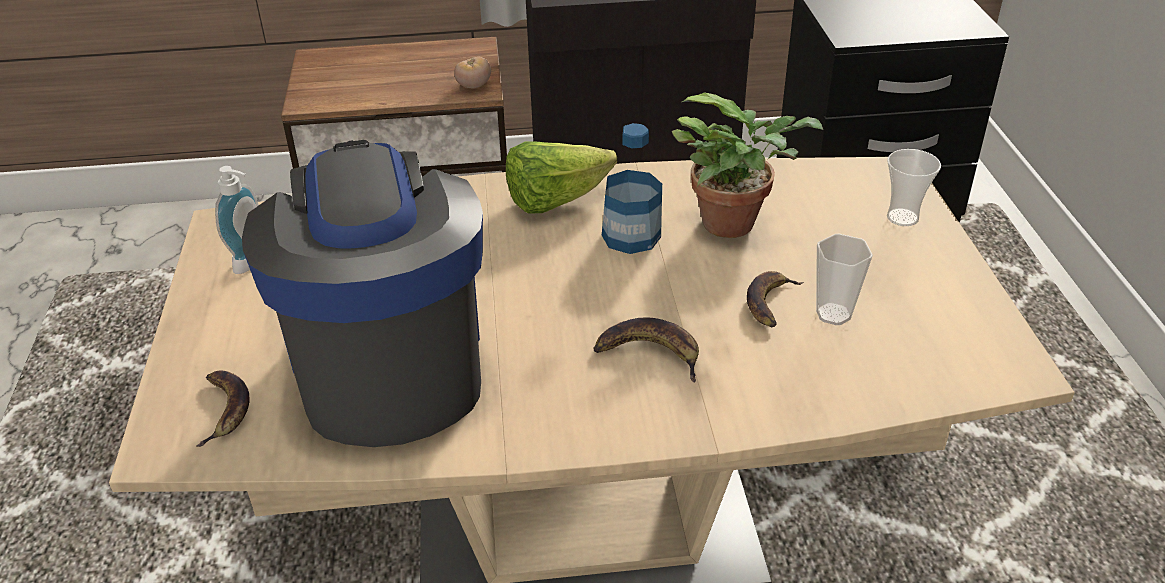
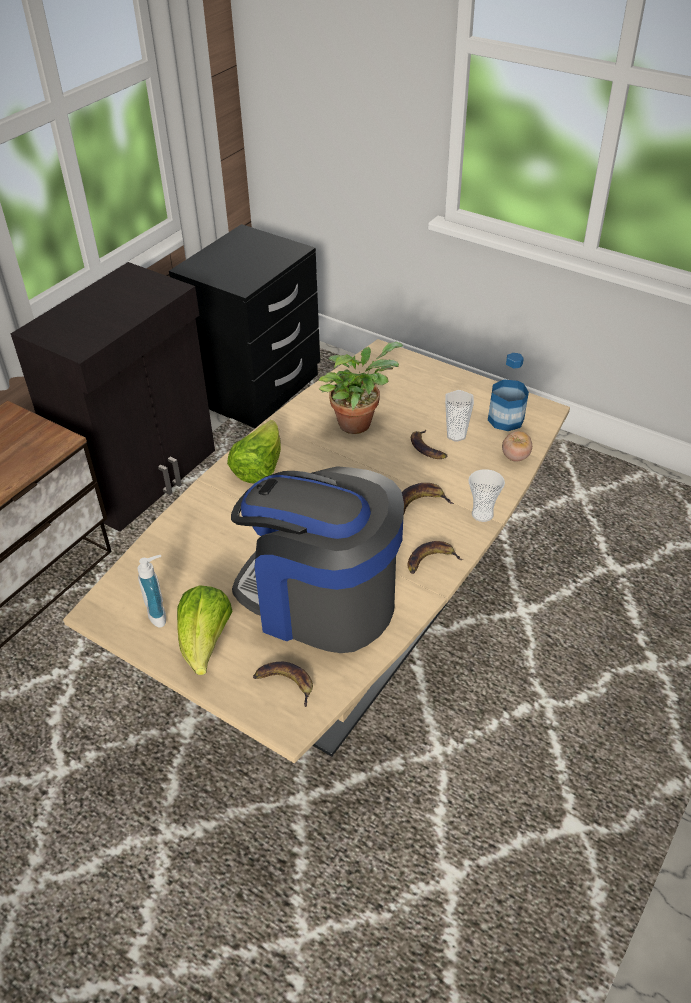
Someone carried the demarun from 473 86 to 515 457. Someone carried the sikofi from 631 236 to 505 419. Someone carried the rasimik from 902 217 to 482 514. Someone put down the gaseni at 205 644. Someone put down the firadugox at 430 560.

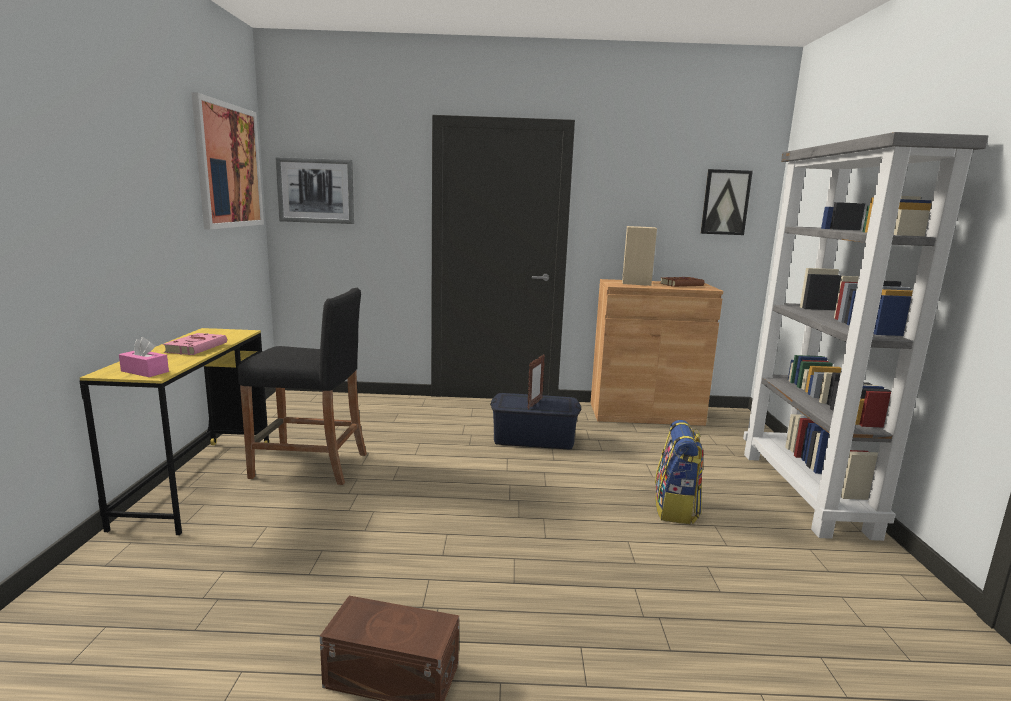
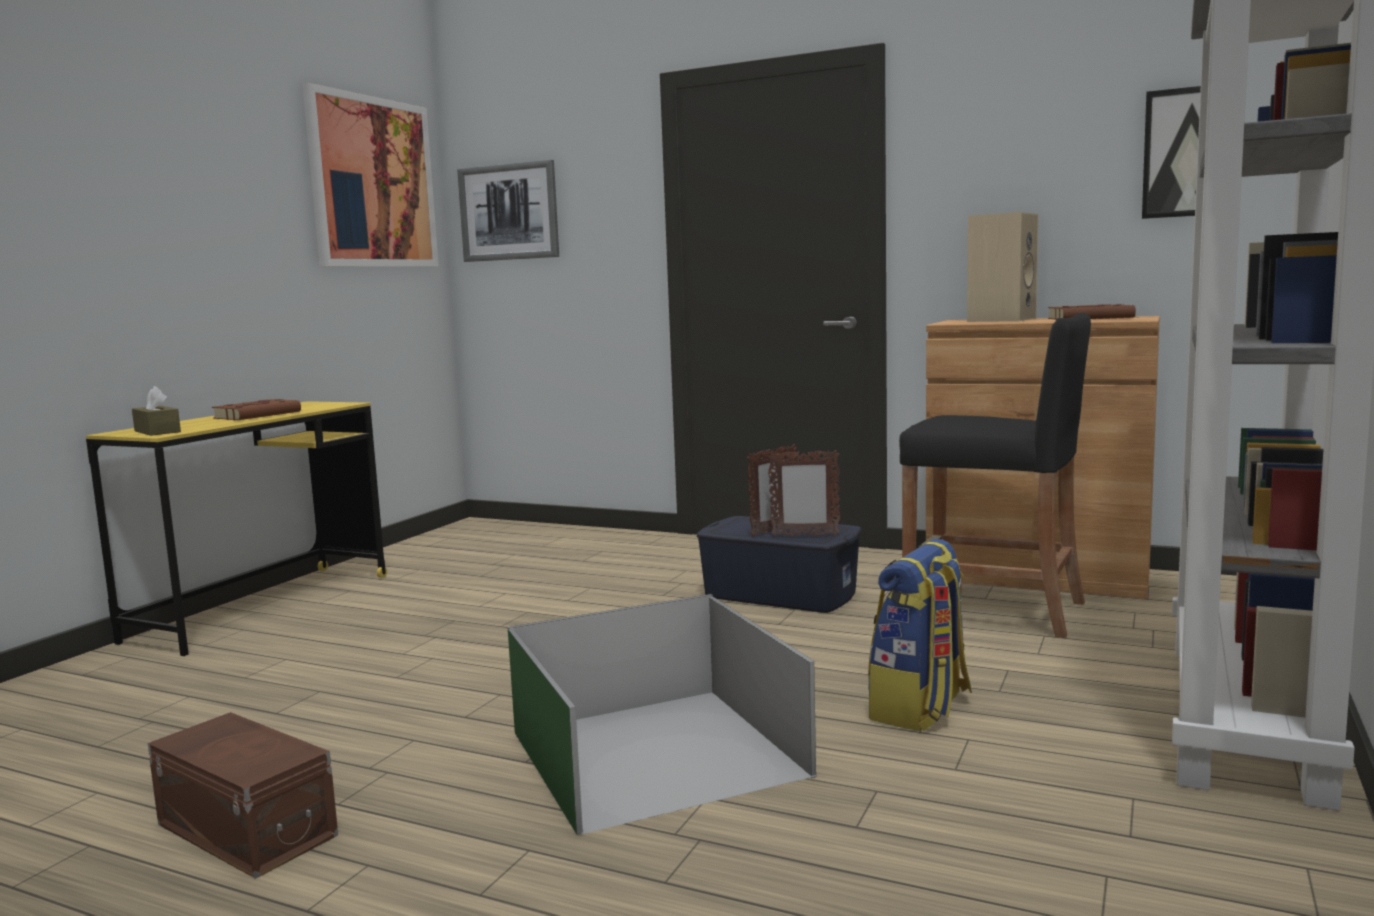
Someone repainted the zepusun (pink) at 145 371, which became the zepusun (brown) at 157 431. Someone repainted the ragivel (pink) at 197 347, which became the ragivel (brown) at 259 415. Someone carried the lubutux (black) from 310 465 to 994 610. Someone put down the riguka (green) at 652 754. Someone put down the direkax at 804 536.

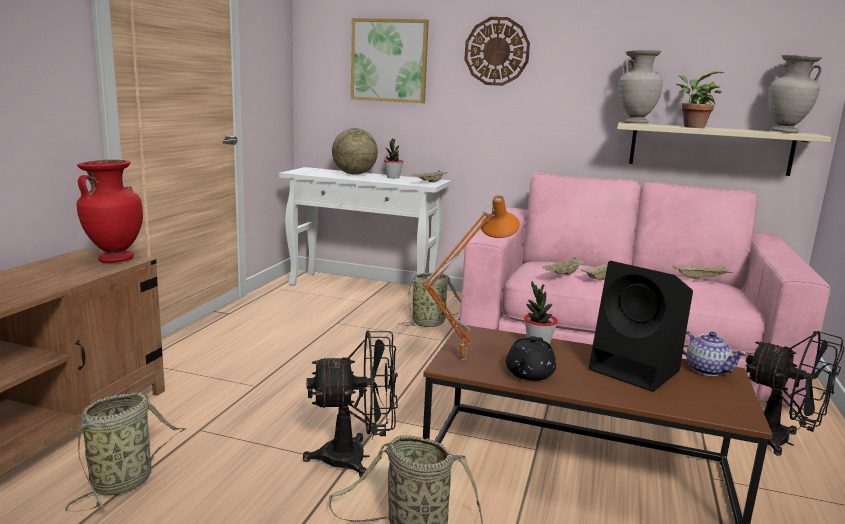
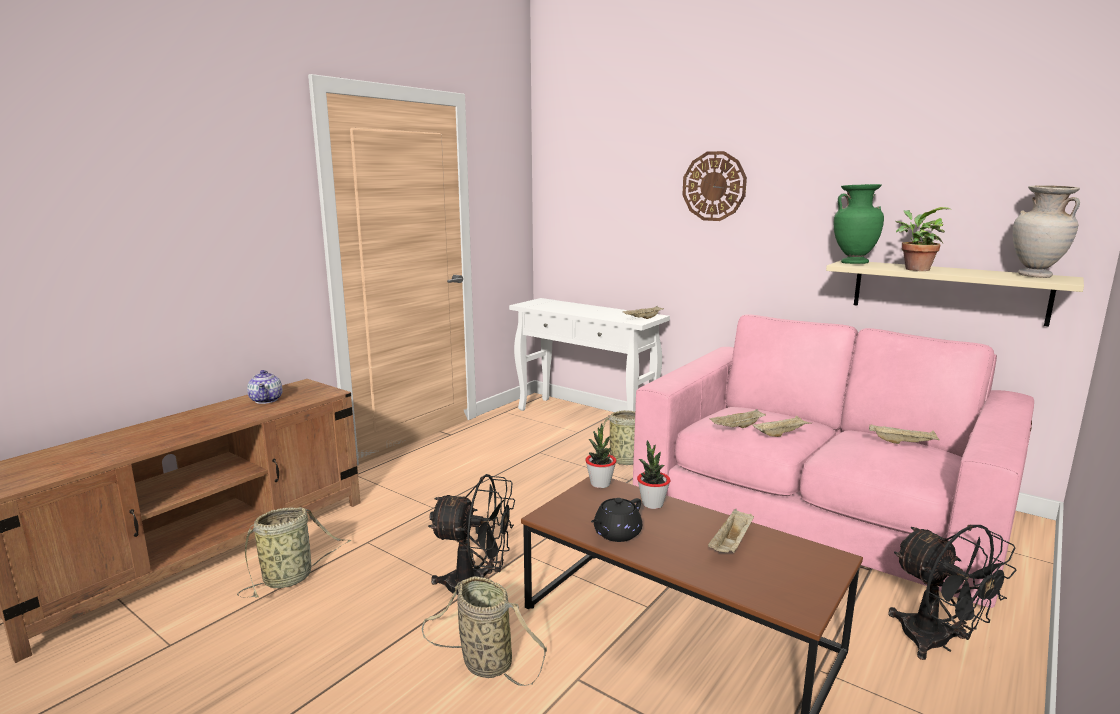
Someone took away the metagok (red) at 114 259. Someone took away the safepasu at 354 174. Someone took away the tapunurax at 389 60. Someone carried the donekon from 393 177 to 600 484. Someone took away the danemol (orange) at 461 358. Someone swapped the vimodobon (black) at 636 371 for the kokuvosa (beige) at 731 544. Someone repainted the metagok (beige) at 635 123, which became the metagok (green) at 853 263. Someone carried the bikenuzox from 706 370 to 266 400.

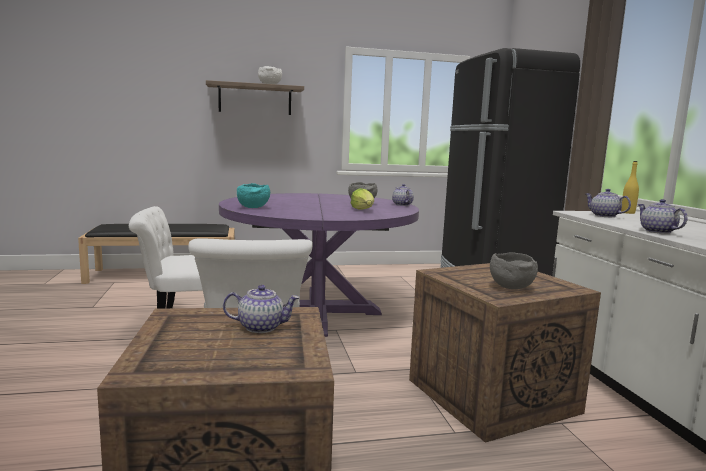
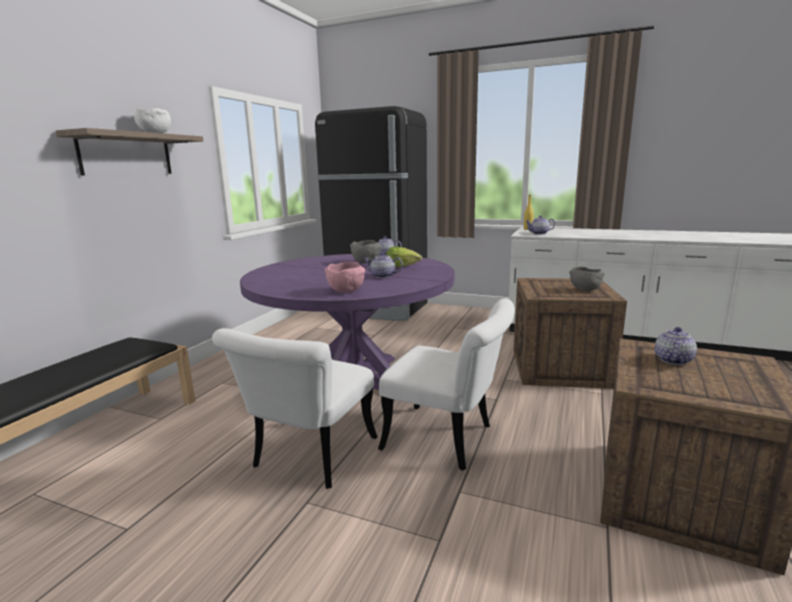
Someone repainted the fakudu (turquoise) at 253 208, which became the fakudu (pink) at 347 291. Someone carried the bikenuzox from 657 231 to 382 276.

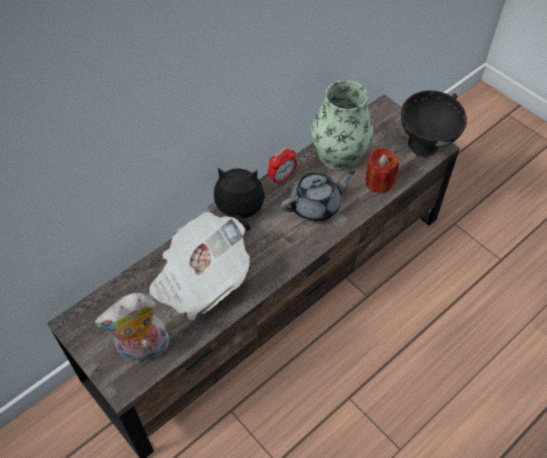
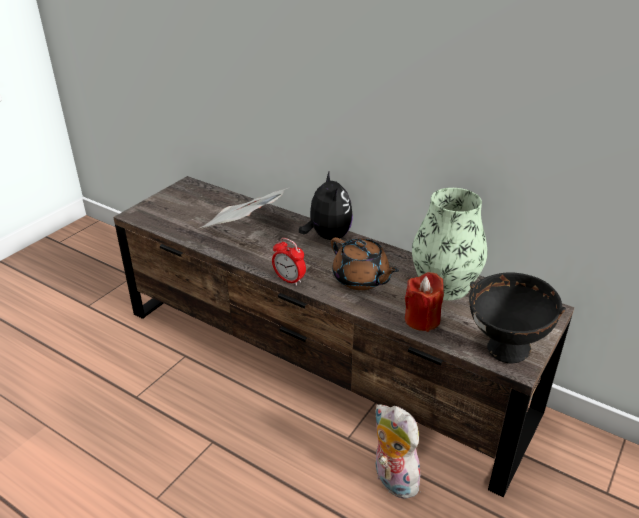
Someone carried the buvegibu from 143 350 to 392 480. Someone carried the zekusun from 282 178 to 289 280. Someone repainted the bikenuzox (grey) at 316 206, which became the bikenuzox (brown) at 361 279.

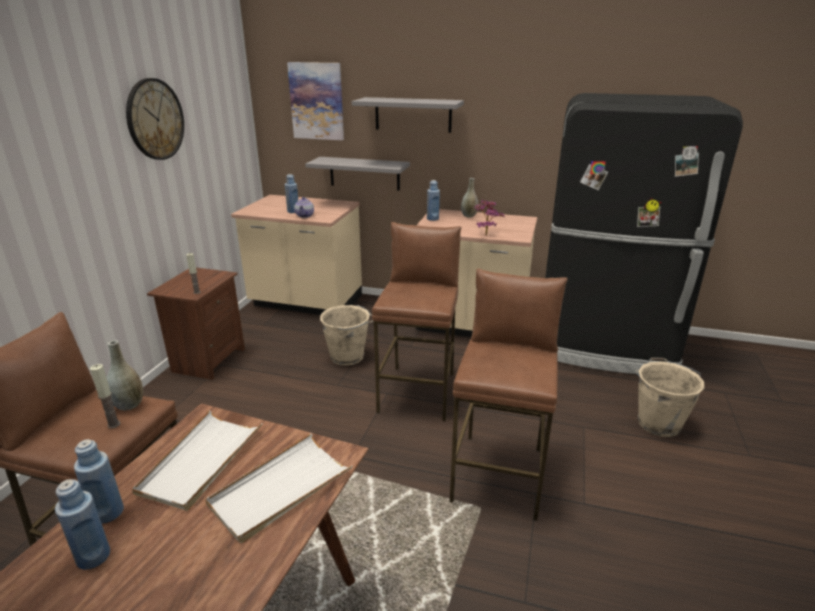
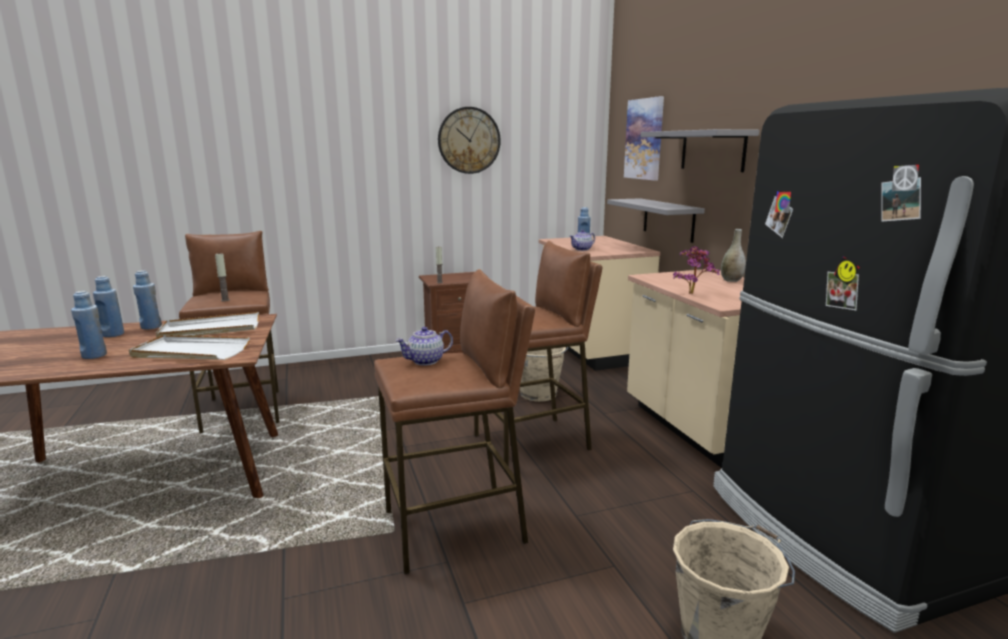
Someone took away the metagok (grey) at 129 405. Someone carried the sikofi (blue) from 432 219 to 94 355. Someone put down the bikenuzox at 426 361.

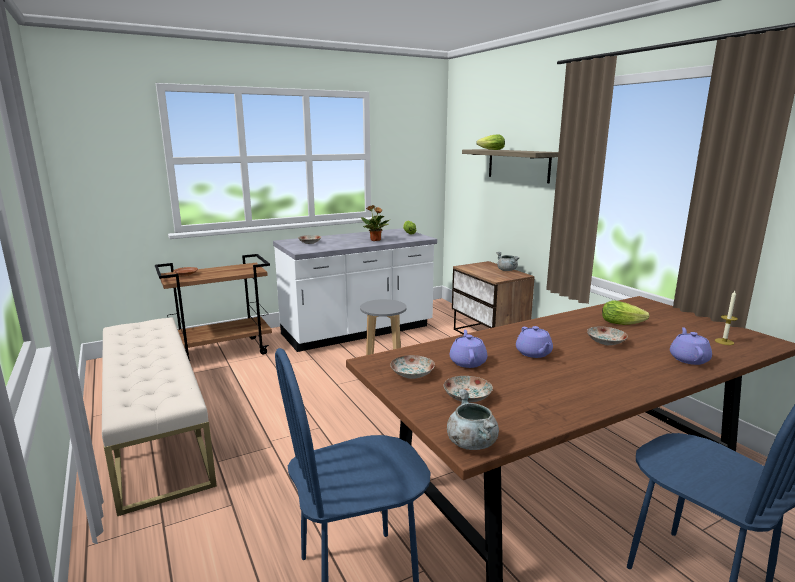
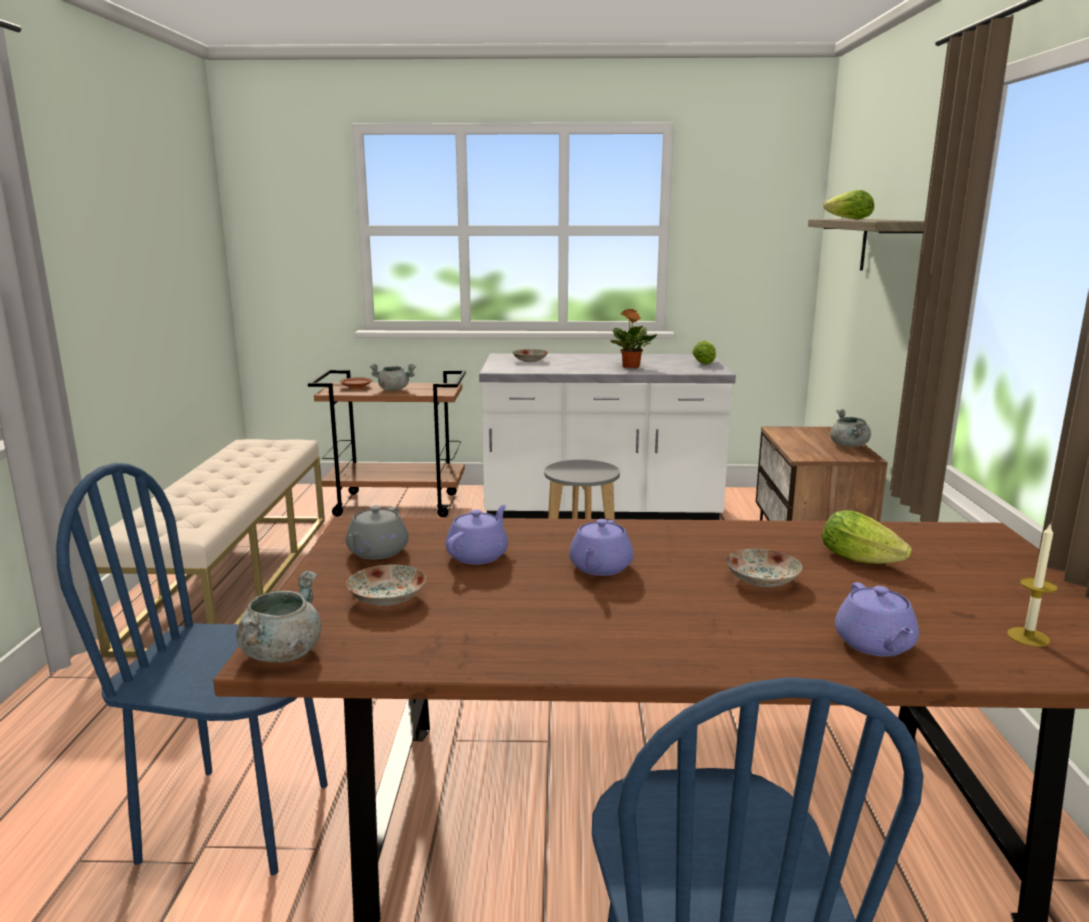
Someone swapped the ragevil at 412 374 for the bikenuzox (grey) at 377 552. Someone rotated the bikenuzox (purple) at 688 359 by 135 degrees clockwise. Someone put down the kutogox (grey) at 394 390.

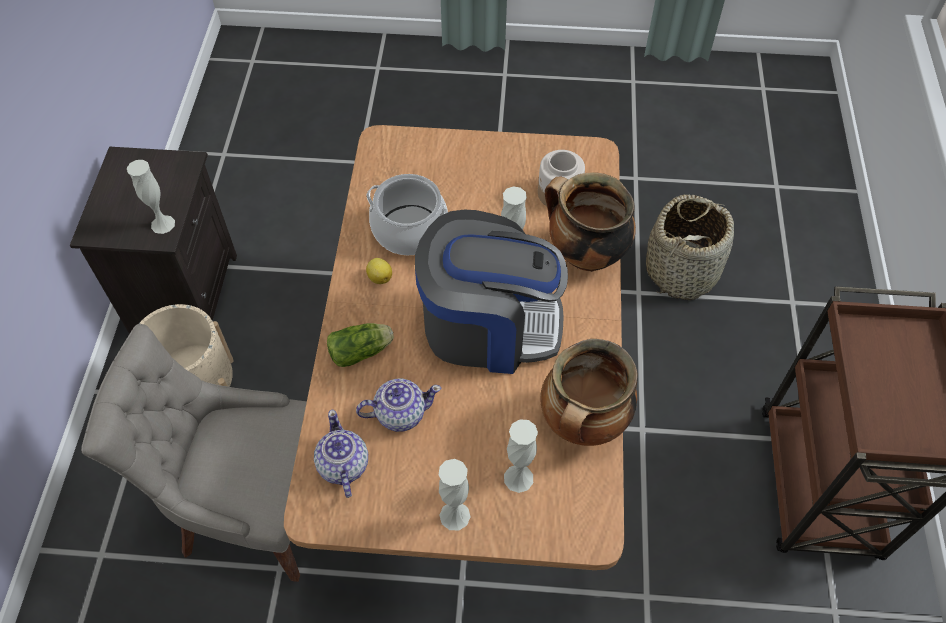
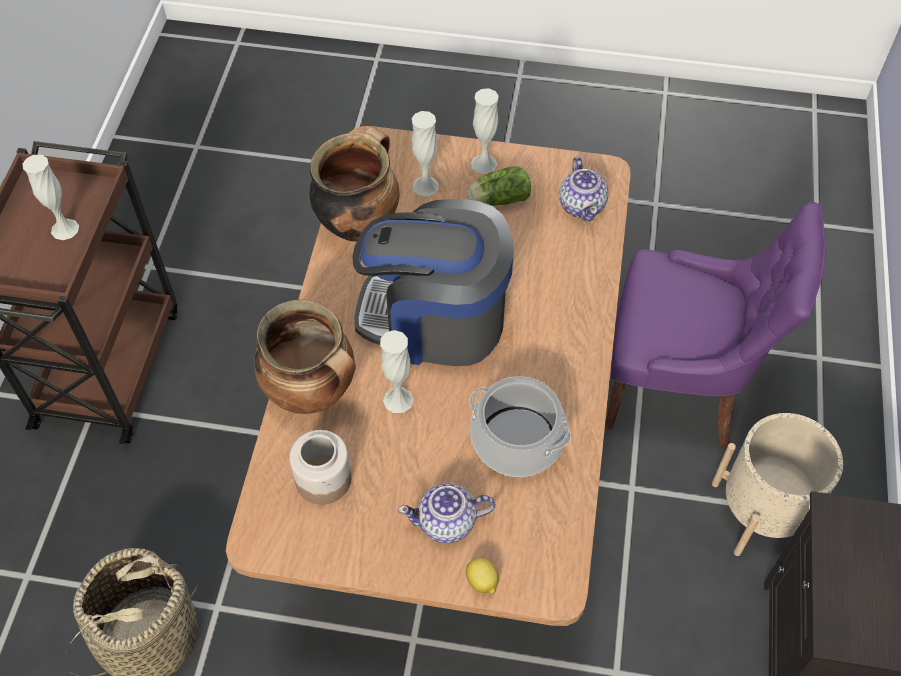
Someone repainted the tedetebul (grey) at 253 508, which became the tedetebul (purple) at 679 387. Someone carried the metagok (white) from 163 224 to 65 229. Someone carried the gaseni from 362 351 to 497 200. Someone carried the bikenuzox from 399 413 to 447 522. Someone carried the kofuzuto from 379 277 to 482 582.

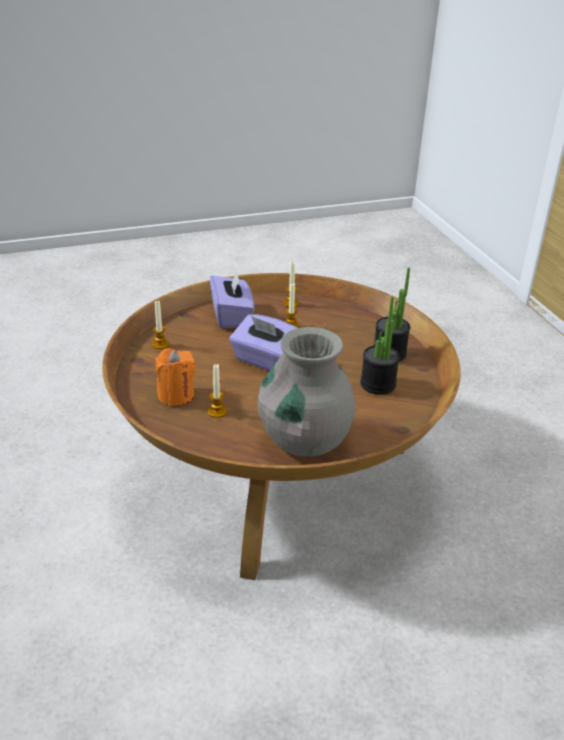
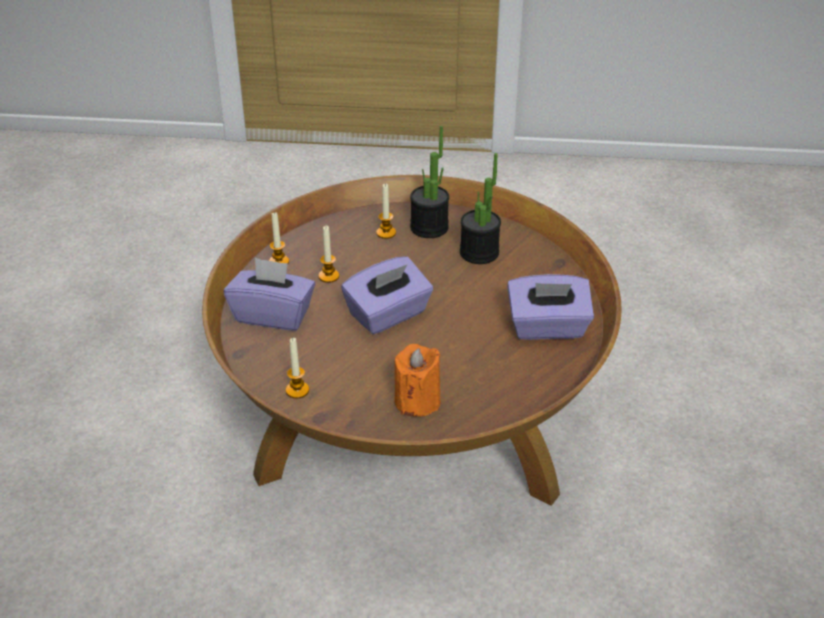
Someone carried the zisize from 217 411 to 386 233. Someone swapped the metagok (grey) at 305 440 for the zepusun (purple) at 547 328.

